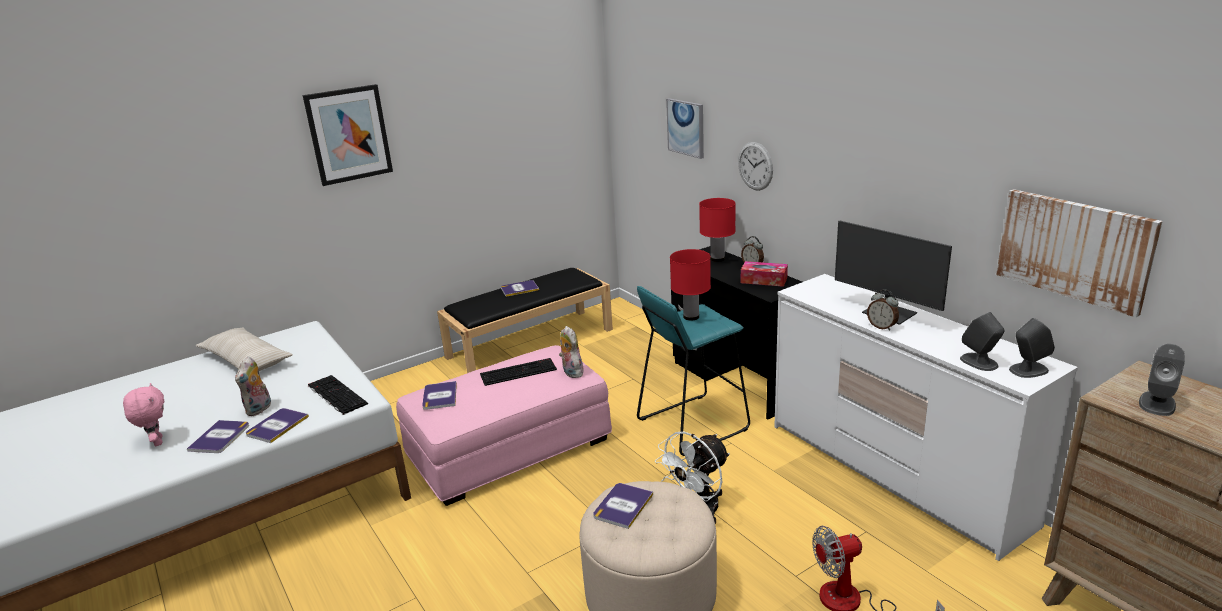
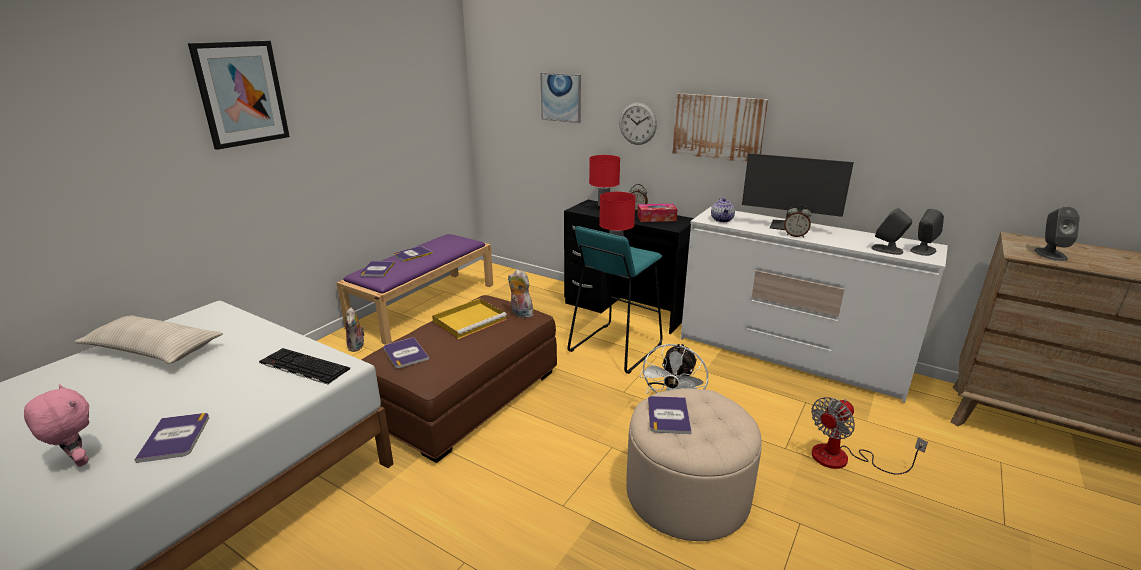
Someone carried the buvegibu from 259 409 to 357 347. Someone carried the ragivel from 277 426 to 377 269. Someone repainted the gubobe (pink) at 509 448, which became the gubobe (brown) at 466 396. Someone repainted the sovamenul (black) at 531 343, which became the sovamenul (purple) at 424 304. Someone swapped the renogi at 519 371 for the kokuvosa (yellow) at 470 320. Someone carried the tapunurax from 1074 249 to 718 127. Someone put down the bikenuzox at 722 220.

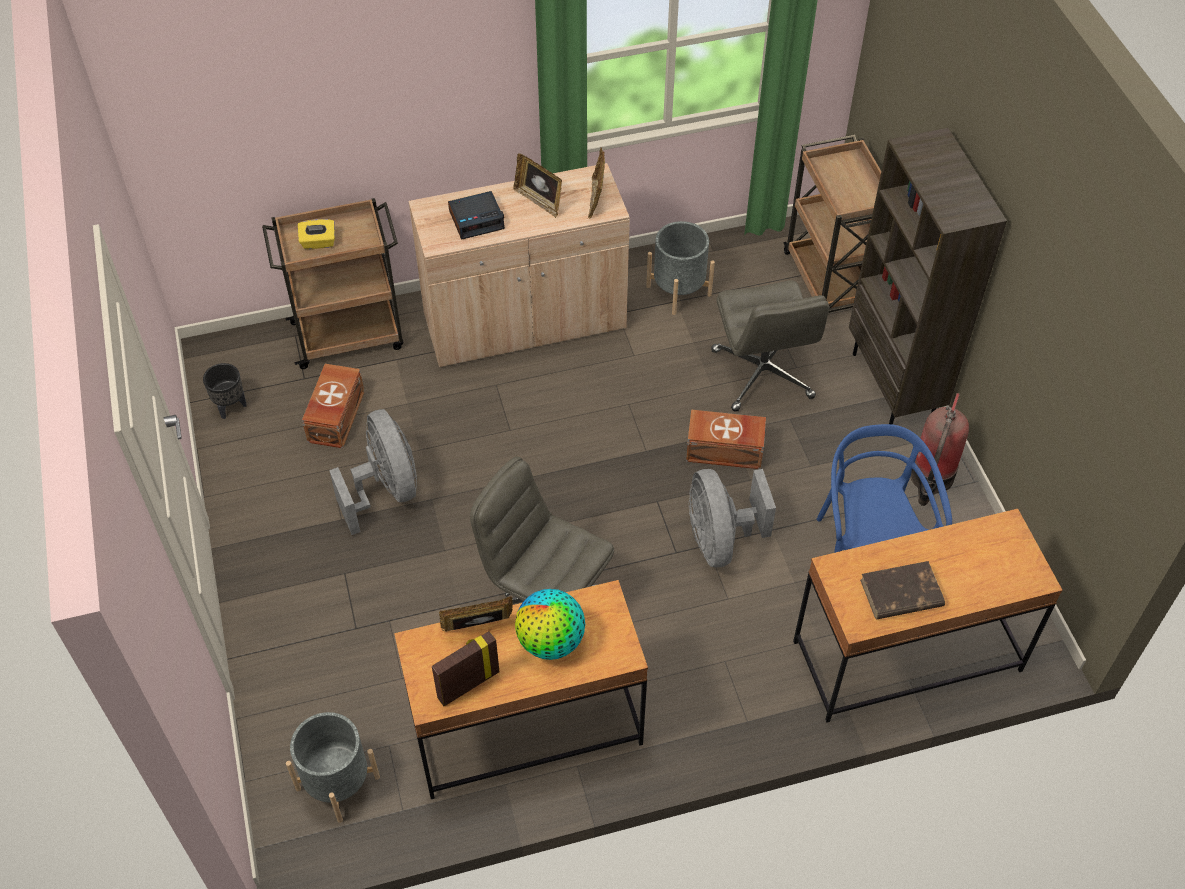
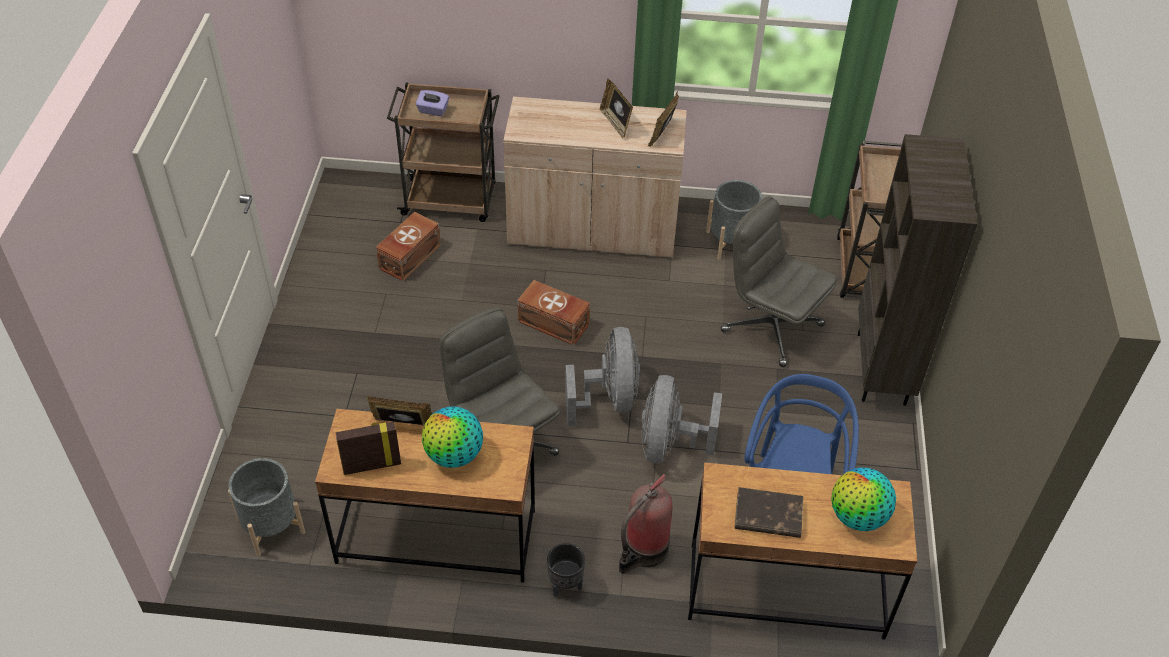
Someone carried the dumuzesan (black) from 230 406 to 565 585. Someone repainted the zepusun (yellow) at 318 243, which became the zepusun (purple) at 433 110. Someone carried the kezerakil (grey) from 385 490 to 608 399. Someone took away the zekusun at 477 219. Someone carried the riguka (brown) from 725 451 to 553 324. Someone rotated the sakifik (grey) at 763 375 by 120 degrees clockwise. Someone carried the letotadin from 930 478 to 643 551. Someone put down the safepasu at 857 517.

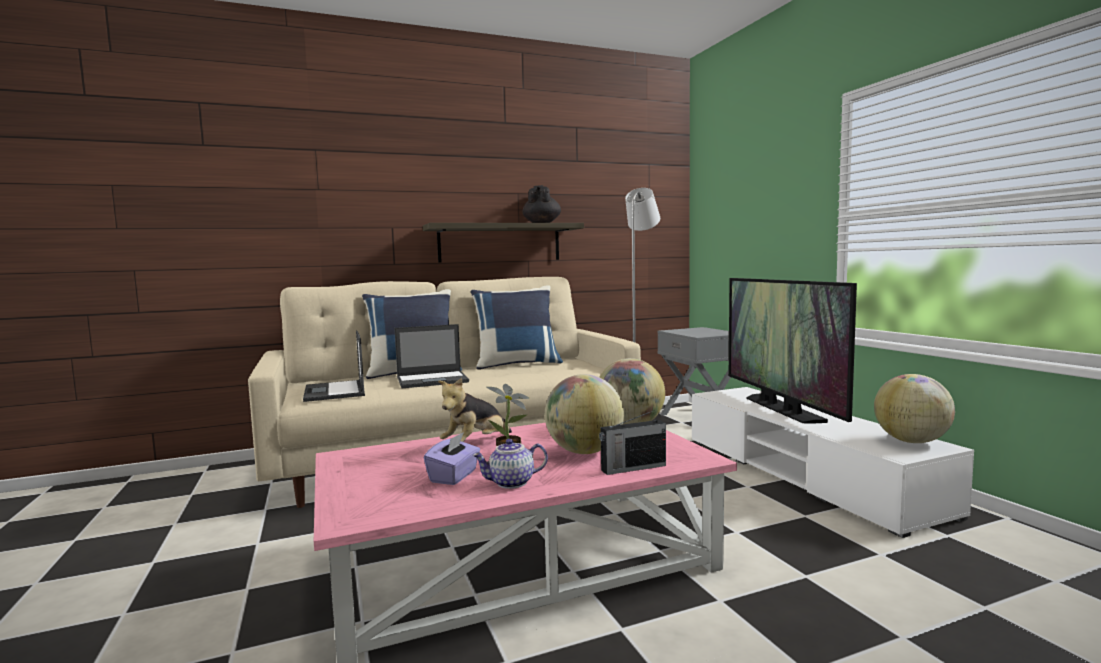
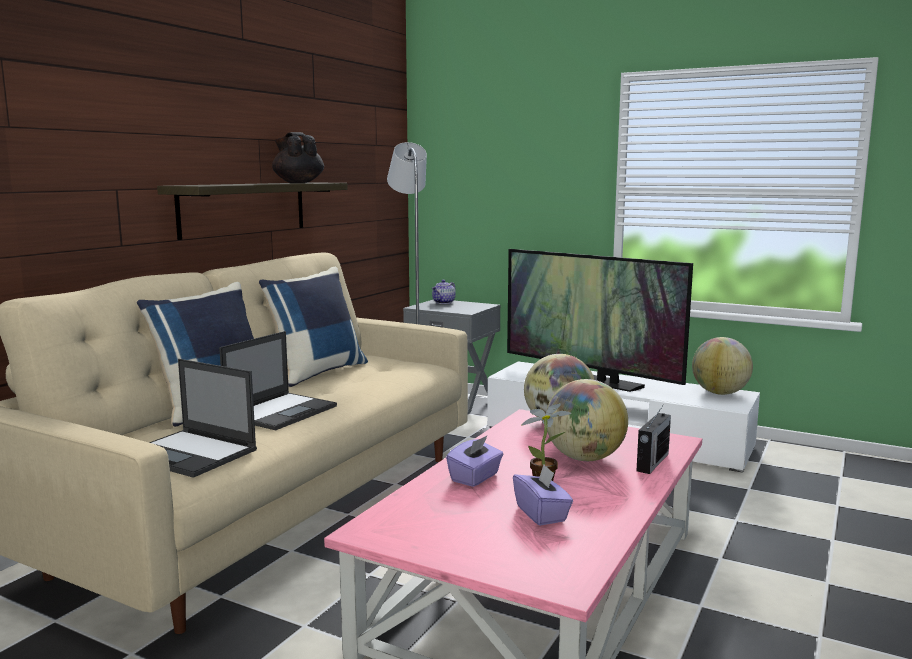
Someone swapped the buvegibu at 475 444 for the zepusun (purple) at 475 477. Someone carried the bikenuzox from 511 483 to 444 302.

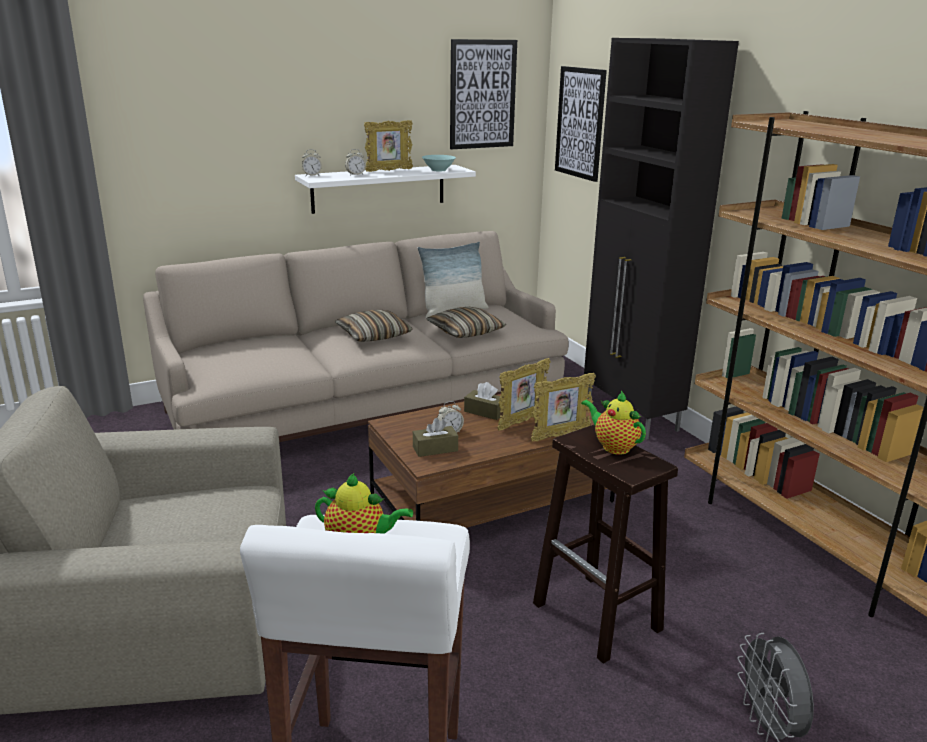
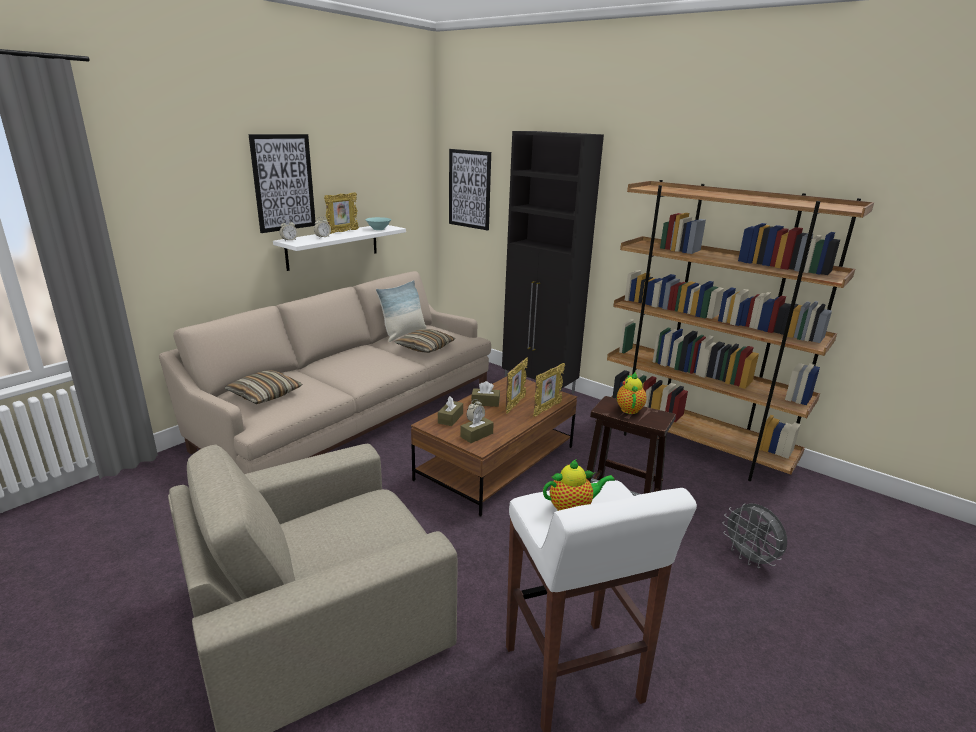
Someone carried the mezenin from 373 335 to 265 394. Someone carried the tapunurax from 482 94 to 283 183. Someone rotated the bikenuzox at 613 446 by 75 degrees clockwise. Someone put down the zepusun (brown) at 450 418.

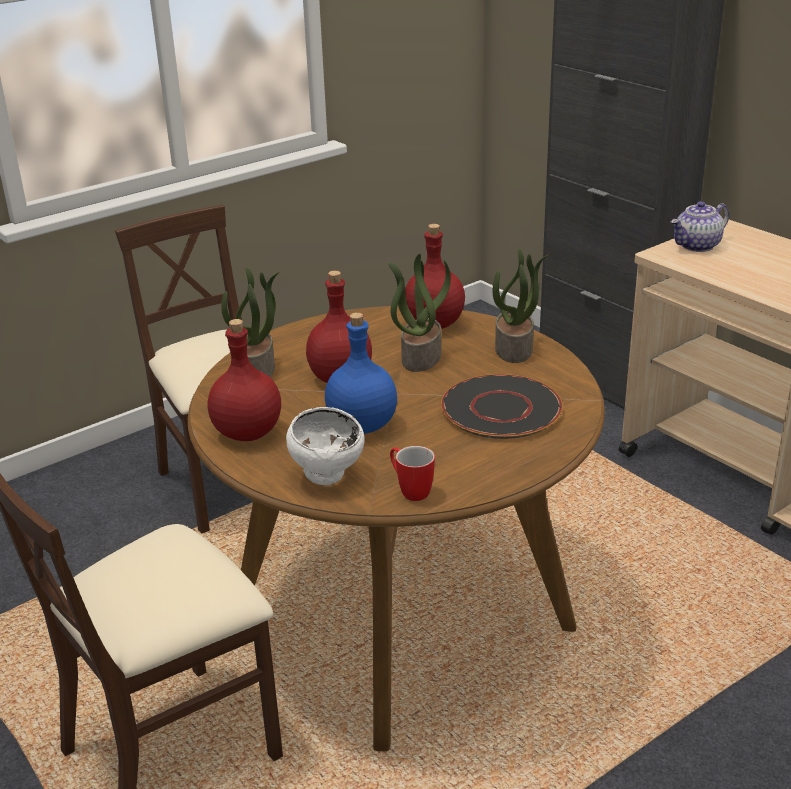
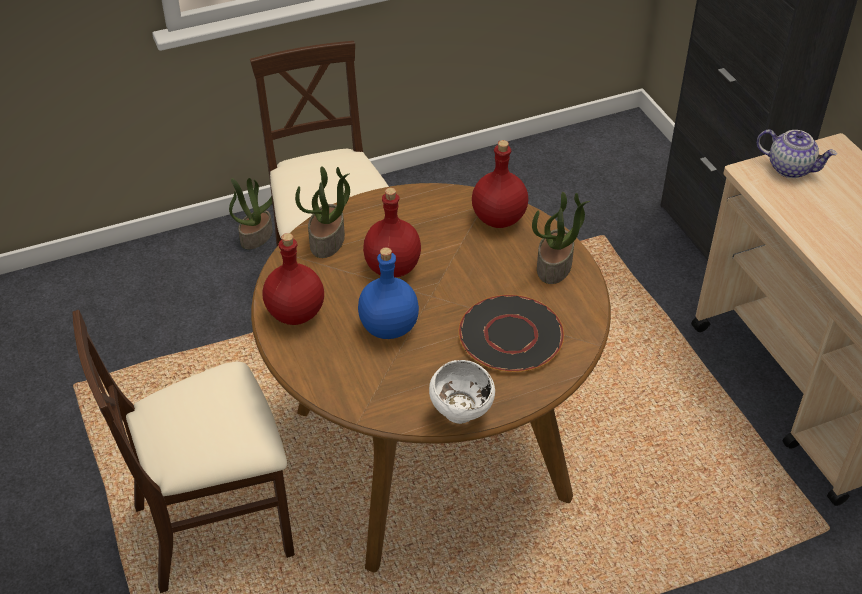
Someone carried the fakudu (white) from 328 477 to 462 414. Someone carried the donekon from 420 357 to 256 236. Someone took away the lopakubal at 410 490. Someone rotated the bikenuzox at 697 246 by 135 degrees counterclockwise.

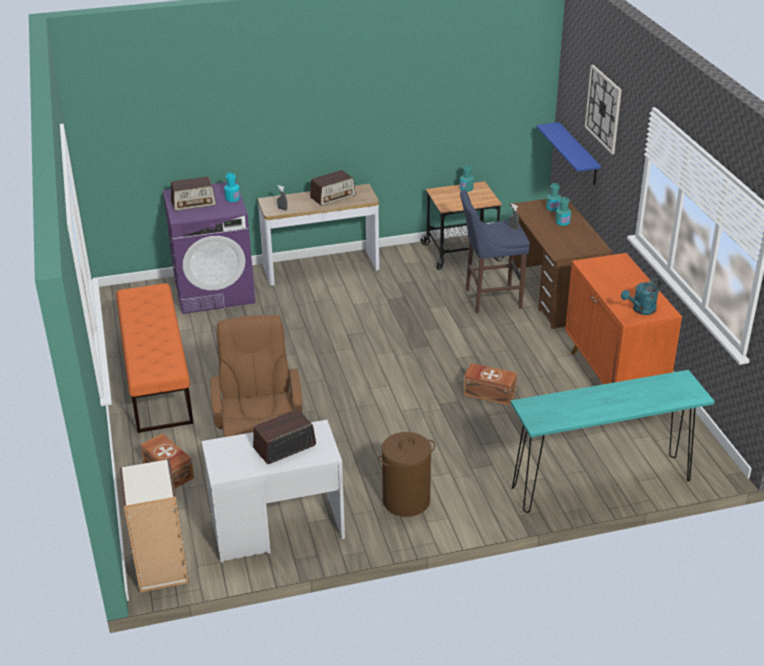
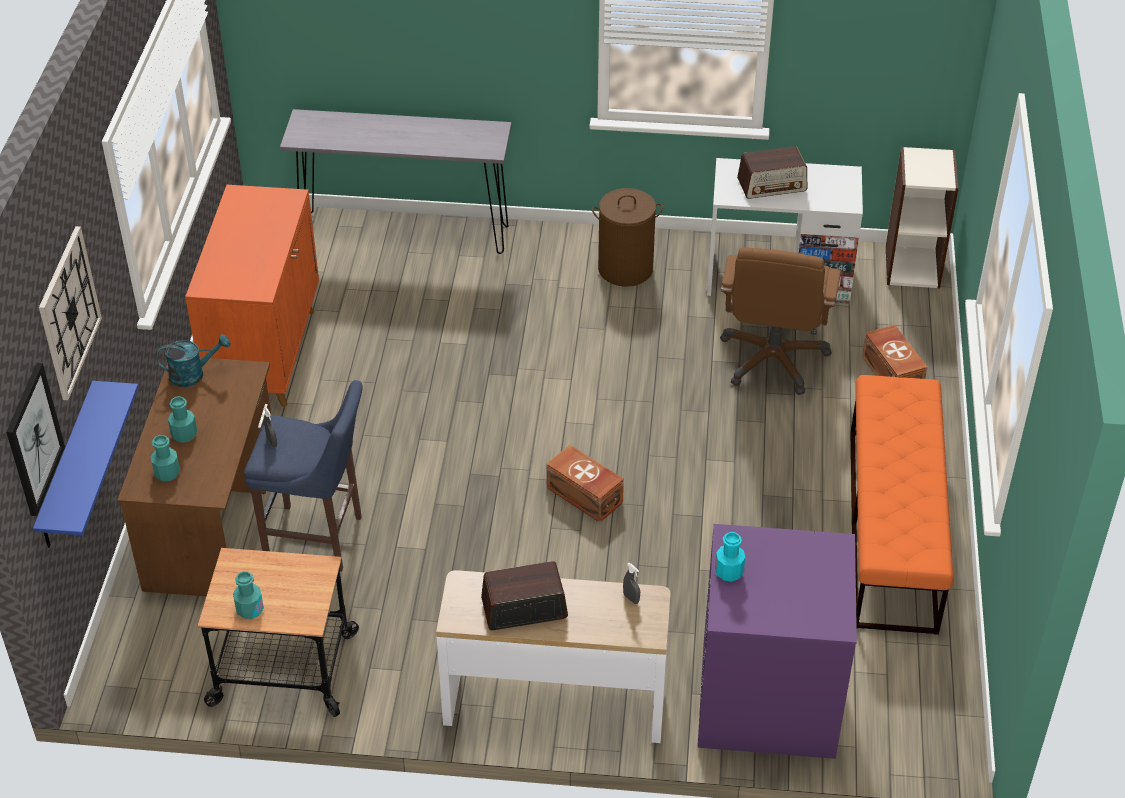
Someone took away the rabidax at 194 203. Someone carried the riguka (brown) from 489 393 to 584 496. Someone repainted the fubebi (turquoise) at 601 484, which became the fubebi (grey) at 404 233. Someone carried the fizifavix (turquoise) from 641 310 to 193 374. Someone put up the tapunurax at 33 439.

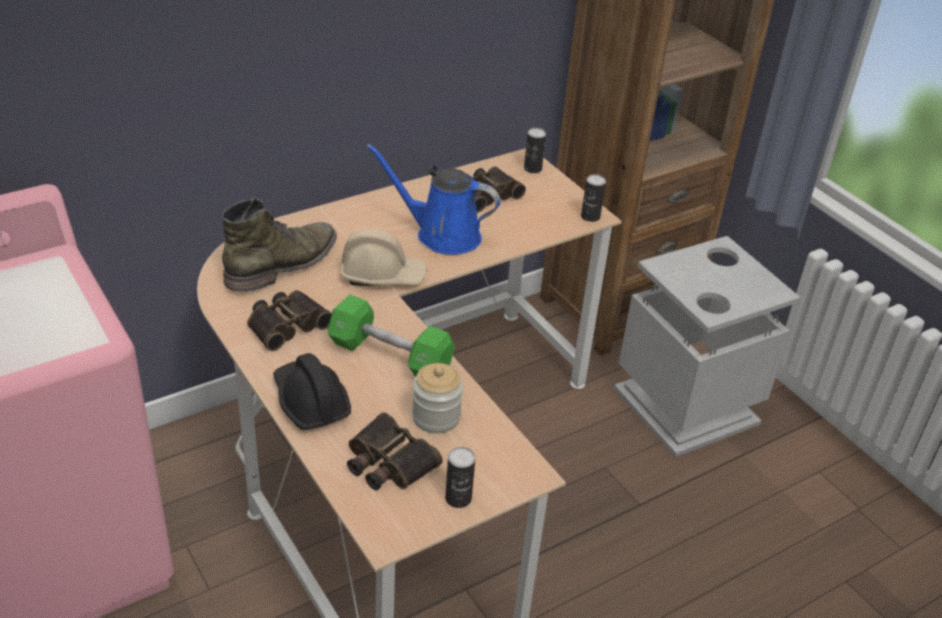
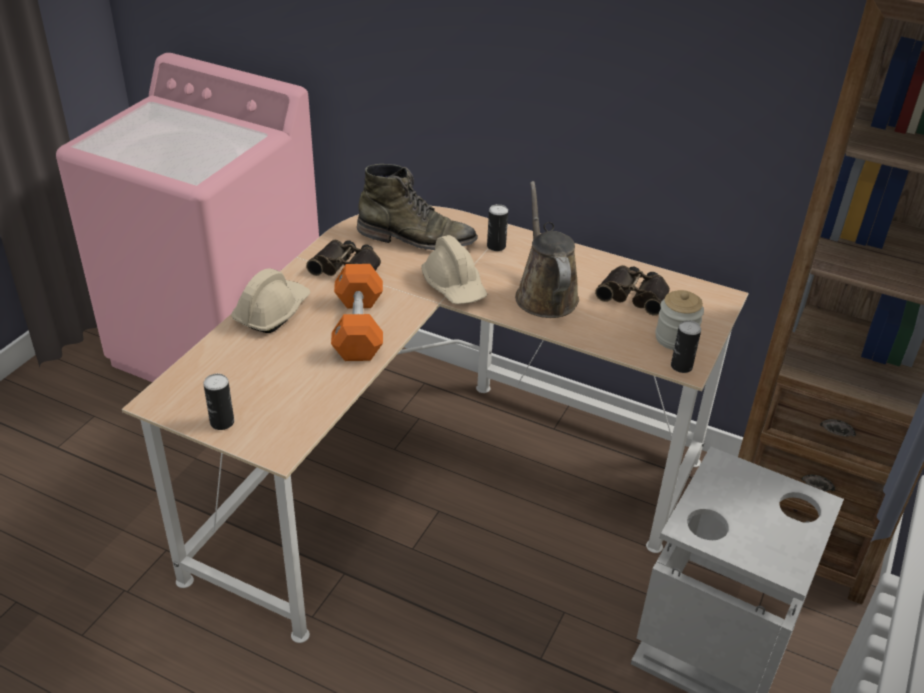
Someone repainted the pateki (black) at 310 401, which became the pateki (beige) at 272 312. Someone repainted the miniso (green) at 390 356, which became the miniso (orange) at 358 328. Someone took away the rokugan at 388 462. Someone repainted the fizifavix (blue) at 442 235, which became the fizifavix (brown) at 544 294. Someone carried the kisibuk from 436 417 to 675 338. Someone carried the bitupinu from 532 168 to 496 246.

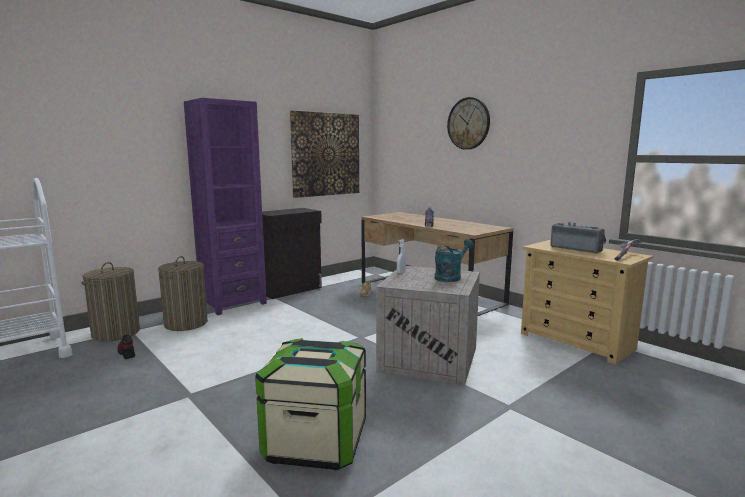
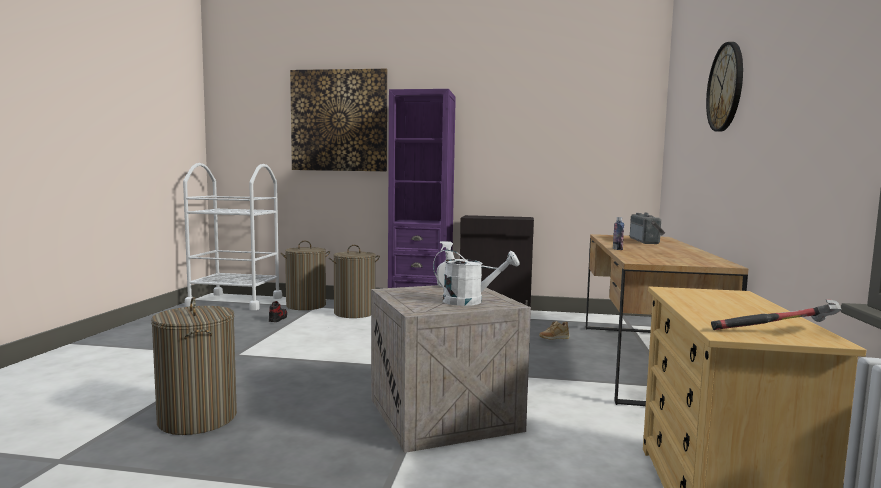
Someone swapped the riguka at 315 442 for the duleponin at 197 418. Someone carried the tapunurax from 326 154 to 339 120. Someone repainted the fizifavix (turquoise) at 450 277, which became the fizifavix (white) at 470 301. Someone carried the rabidax from 576 249 to 647 241.

